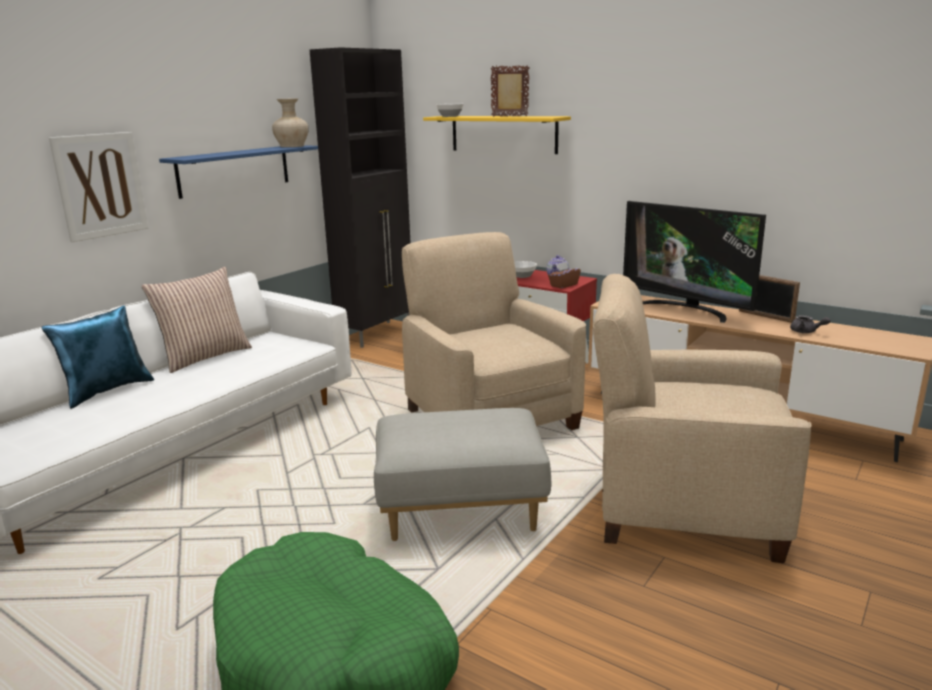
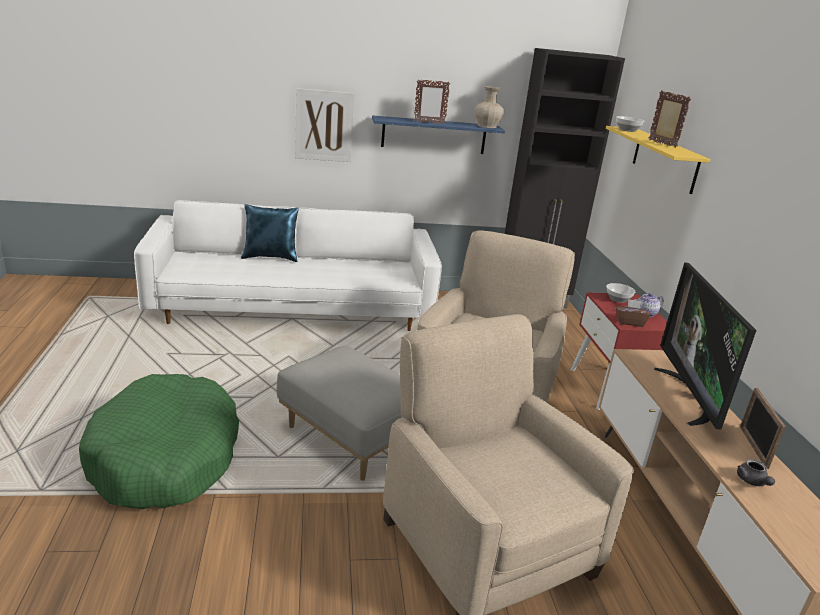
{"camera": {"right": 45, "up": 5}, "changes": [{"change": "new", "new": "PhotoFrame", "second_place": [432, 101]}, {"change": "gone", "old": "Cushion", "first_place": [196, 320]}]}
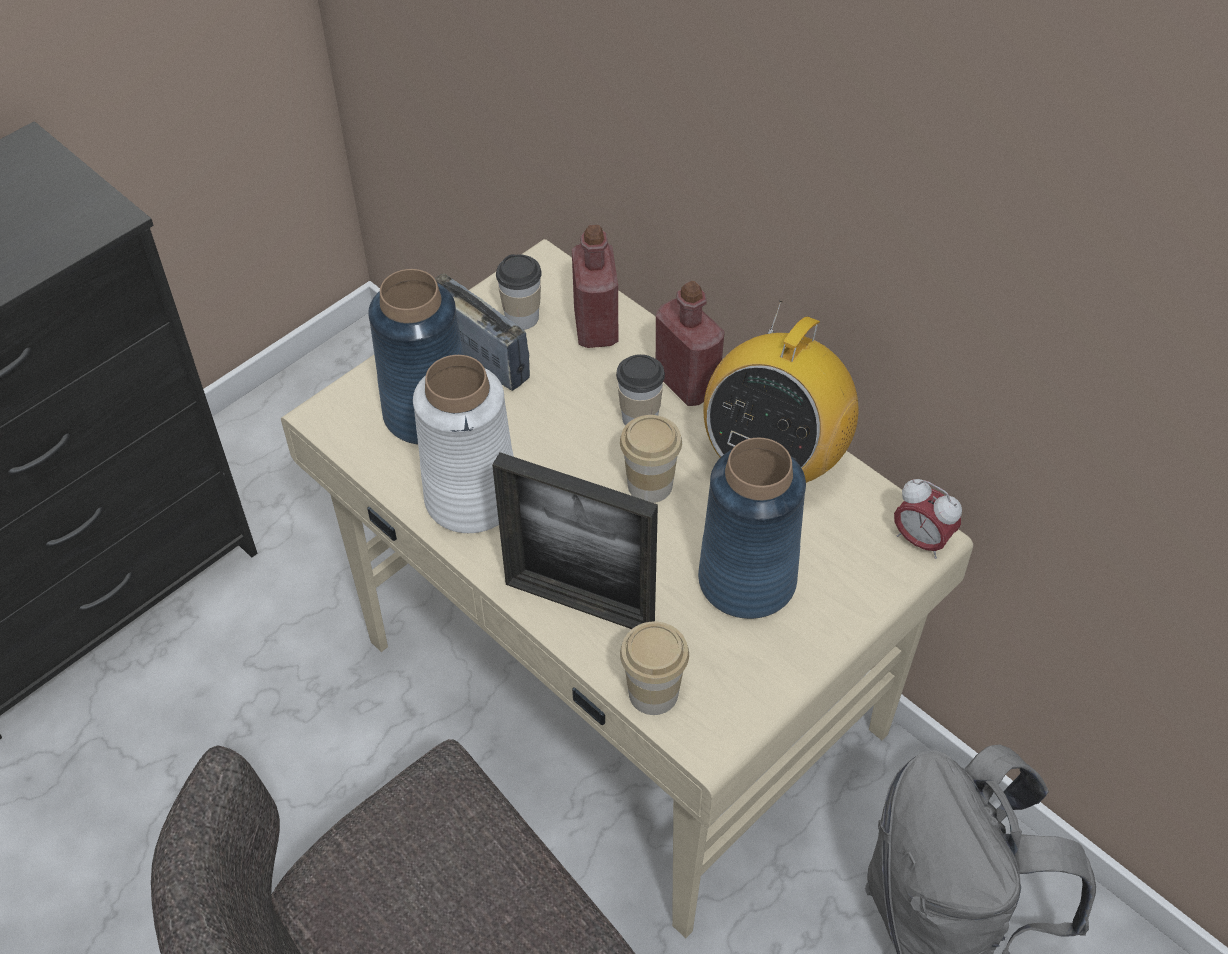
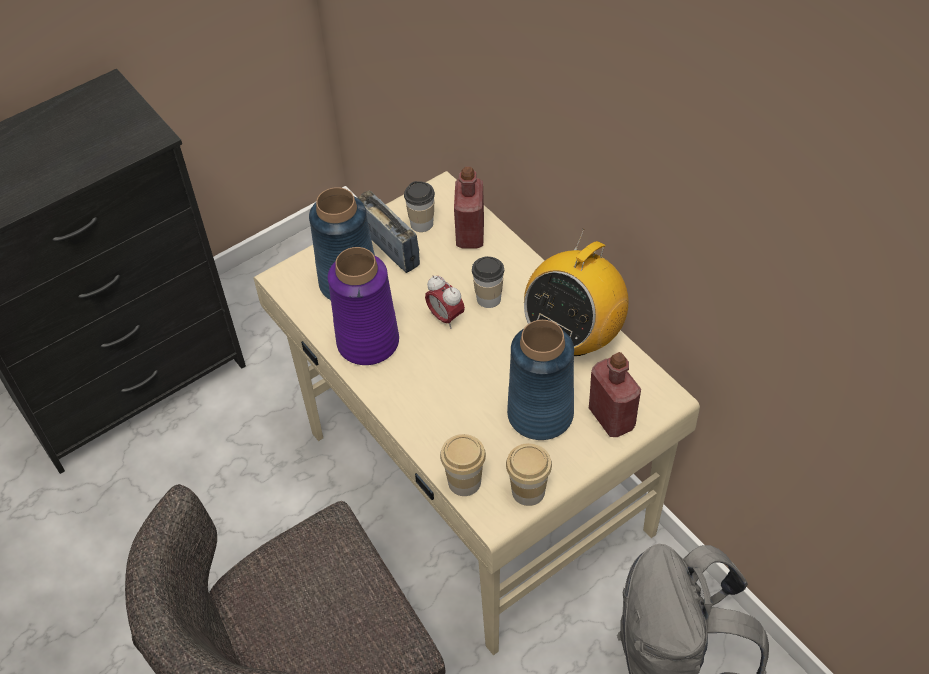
{"camera": {"right": 10, "up": 0}, "changes": [{"change": "repainted", "old": "WhiteColouredDecorativeVase", "new": "PurpleDecorativeVase", "first_place": [463, 444], "second_place": [363, 306]}, {"change": "shifted", "old": "AlarmClock", "first_place": [928, 519], "second_place": [445, 302]}, {"change": "shifted", "old": "DrinkingCup", "first_place": [651, 459], "second_place": [529, 474]}, {"change": "shifted", "old": "ReddishBottle", "first_place": [690, 343], "second_place": [615, 394]}, {"change": "gone", "old": "PhotoFrame", "first_place": [575, 540]}]}
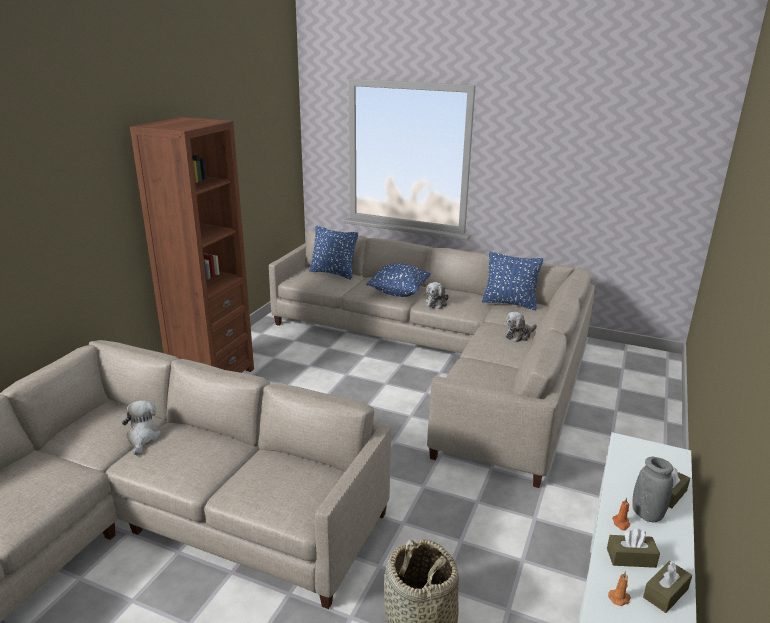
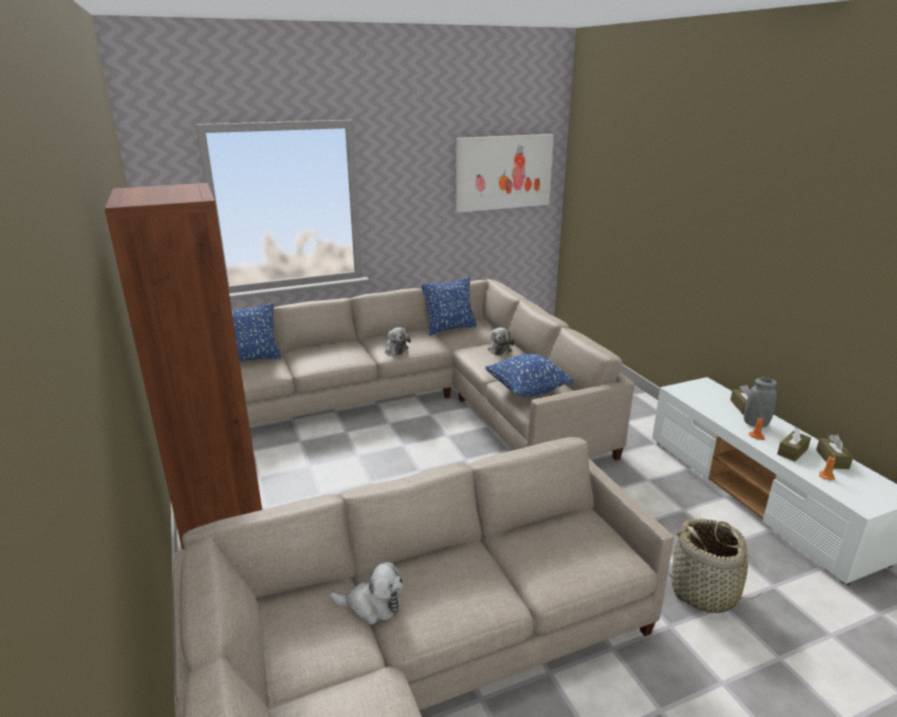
{"camera": {"right": -45, "up": 0}, "changes": [{"change": "rotated", "old": "CuddlyToy", "first_place": [142, 428], "second_place": [366, 593], "degrees": 150}, {"change": "new", "new": "Picture", "second_place": [505, 173]}, {"change": "shifted", "old": "BlueCushion", "first_place": [398, 280], "second_place": [529, 375]}]}
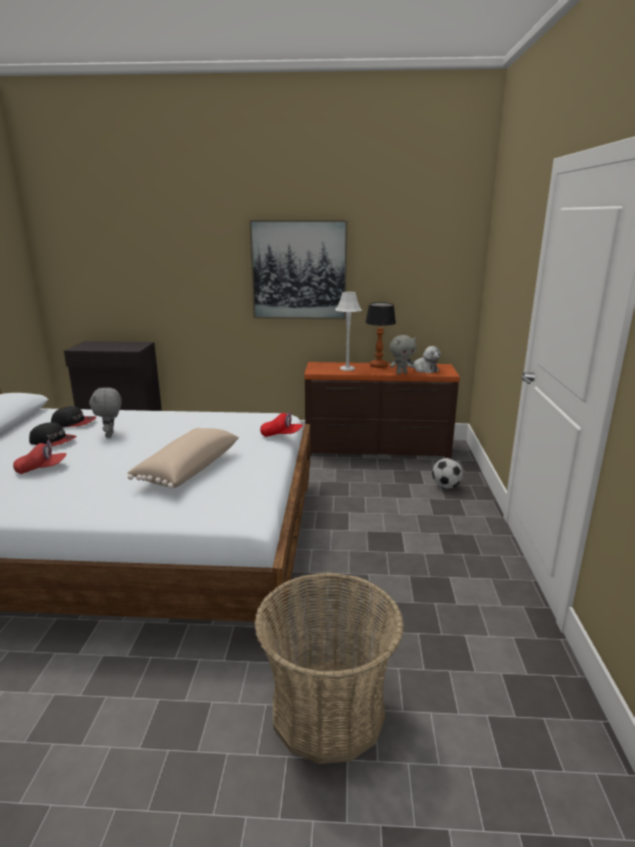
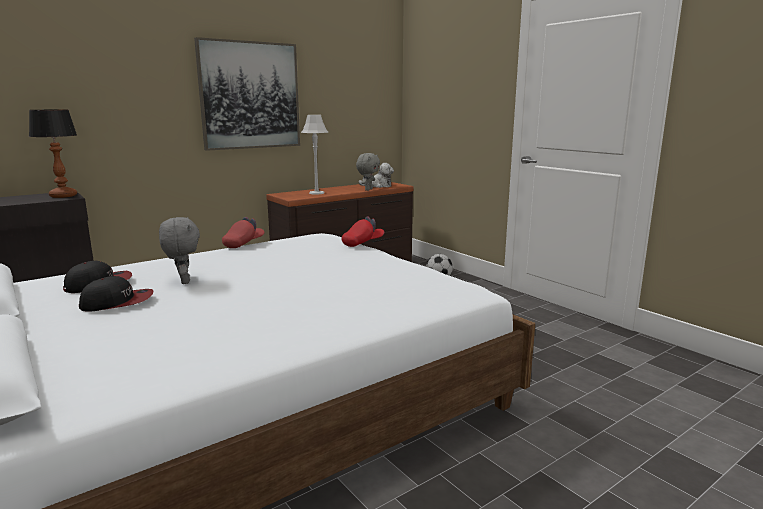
{"camera": {"right": -40, "up": -5}, "changes": [{"change": "shifted", "old": "TableLamp", "first_place": [380, 335], "second_place": [53, 154]}, {"change": "rotated", "old": "GrayCuddlyToy", "first_place": [105, 413], "second_place": [179, 250], "degrees": -150}, {"change": "shifted", "old": "ReddishPeakedCap", "first_place": [39, 457], "second_place": [243, 232]}, {"change": "gone", "old": "BeigeColouredCushion", "first_place": [183, 458]}, {"change": "gone", "old": "StorageBasket", "first_place": [329, 668]}]}
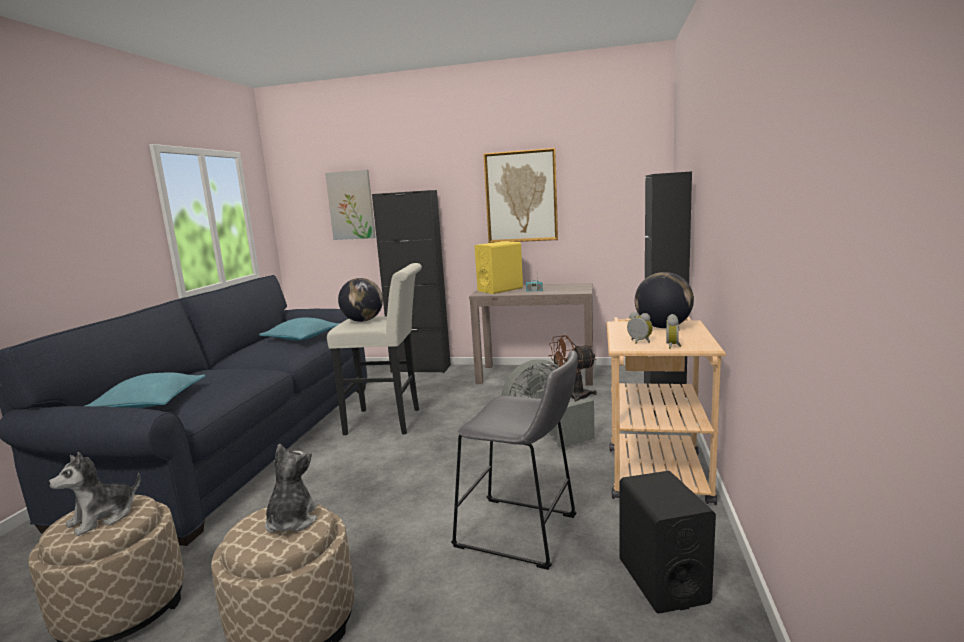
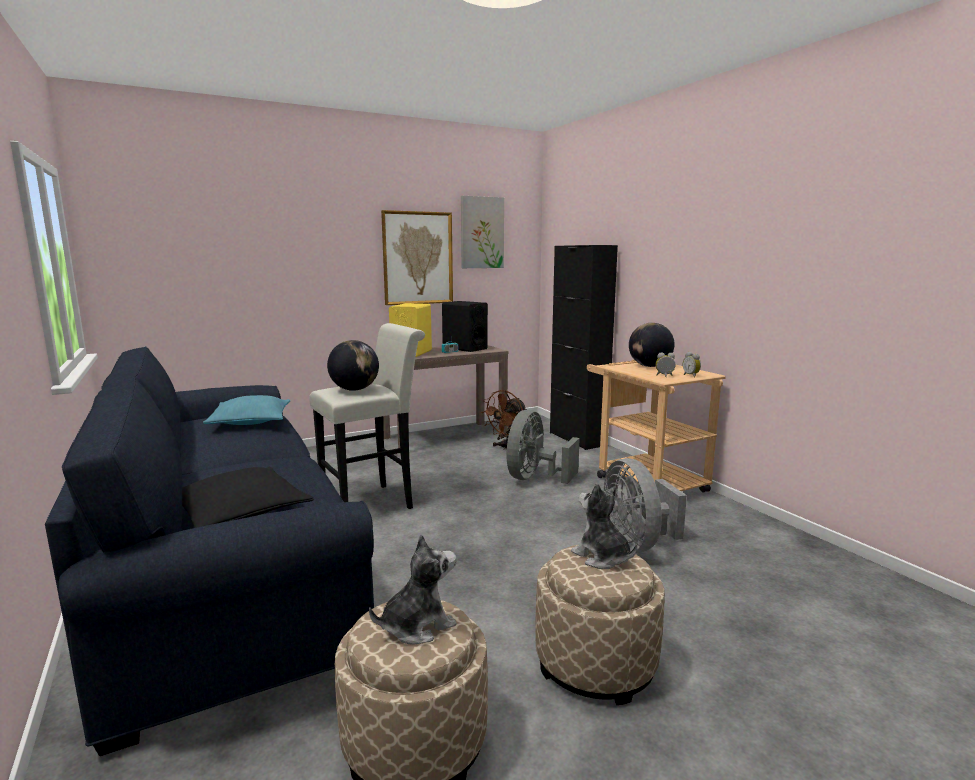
{"camera": {"right": -40, "up": 0}, "changes": [{"change": "repainted", "old": "BlueGreenCushion", "new": "BlackColouredCushion", "first_place": [145, 390], "second_place": [248, 497]}, {"change": "rotated", "old": "CuddlyToy", "first_place": [94, 494], "second_place": [413, 589], "degrees": -120}, {"change": "shifted", "old": "BlackColouredSpeaker", "first_place": [668, 542], "second_place": [465, 326]}, {"change": "shifted", "old": "Picture", "first_place": [350, 205], "second_place": [482, 232]}, {"change": "swapped", "old": "GraySittingStool", "new": "GrayFan", "first_place": [514, 460], "second_place": [645, 505]}, {"change": "gone", "old": "BlackColouredCupboard", "first_place": [411, 281]}]}
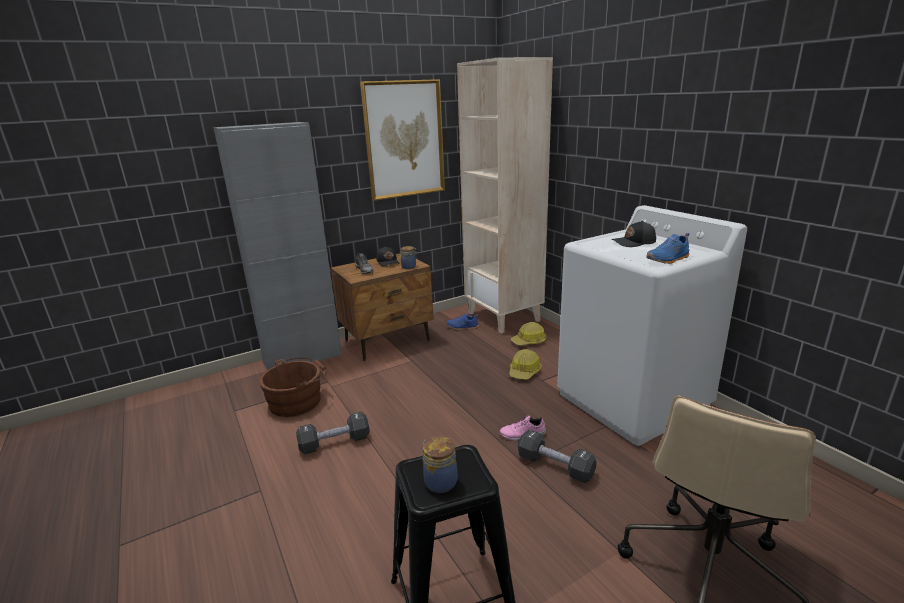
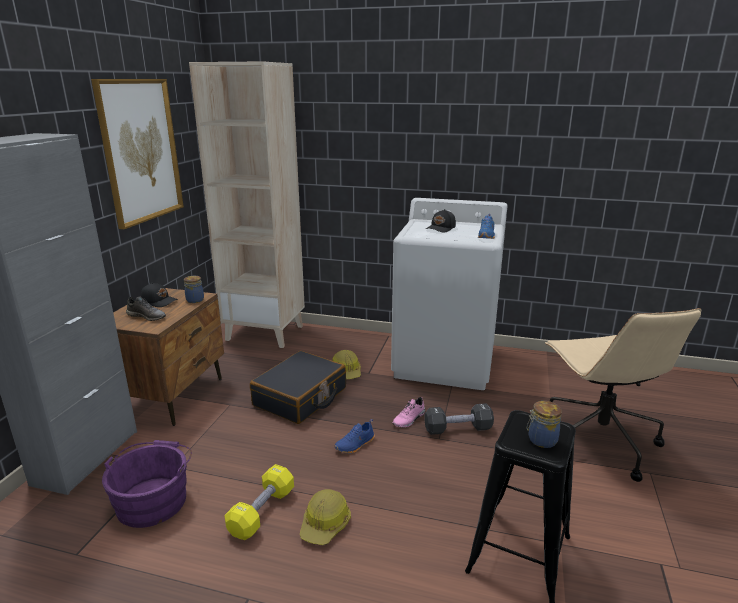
{"camera": {"right": -45, "up": 0}, "changes": [{"change": "repainted", "old": "BrownishWaterBucket", "new": "PurpleWaterBucket", "first_place": [292, 387], "second_place": [147, 484]}, {"change": "repainted", "old": "BlackColouredDumbbell", "new": "YellowishDumbbell", "first_place": [333, 433], "second_place": [259, 502]}, {"change": "new", "new": "BlackColouredTravelCase", "second_place": [298, 387]}, {"change": "shifted", "old": "HardHat", "first_place": [528, 334], "second_place": [325, 517]}, {"change": "shifted", "old": "BlueItemOfFootwear", "first_place": [463, 321], "second_place": [354, 436]}]}
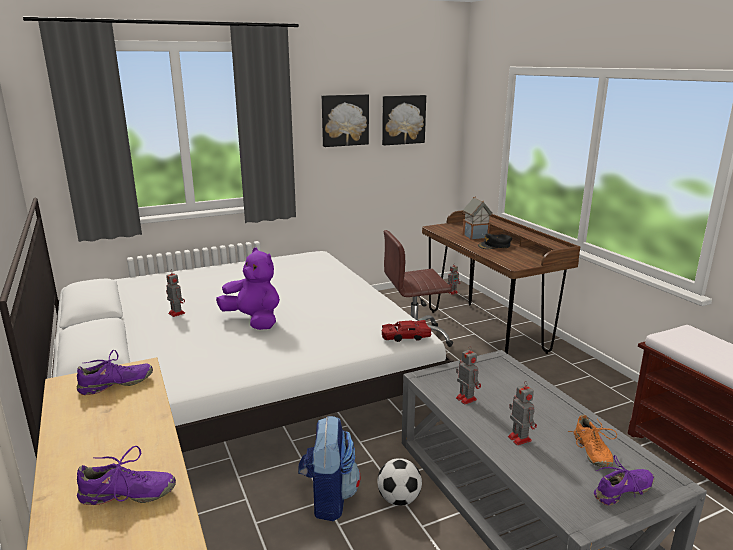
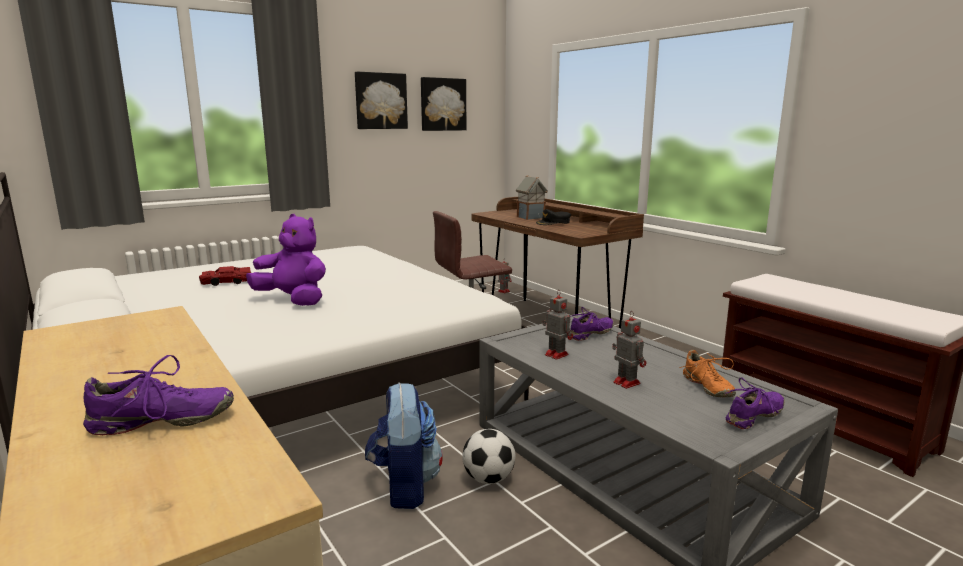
{"camera": {"right": -10, "up": -5}, "changes": [{"change": "shifted", "old": "ReddishMiniatureCar", "first_place": [407, 331], "second_place": [225, 276]}, {"change": "shifted", "old": "PurpleItemOfFootwear", "first_place": [115, 372], "second_place": [592, 324]}, {"change": "gone", "old": "ToyRobot", "first_place": [175, 295]}]}
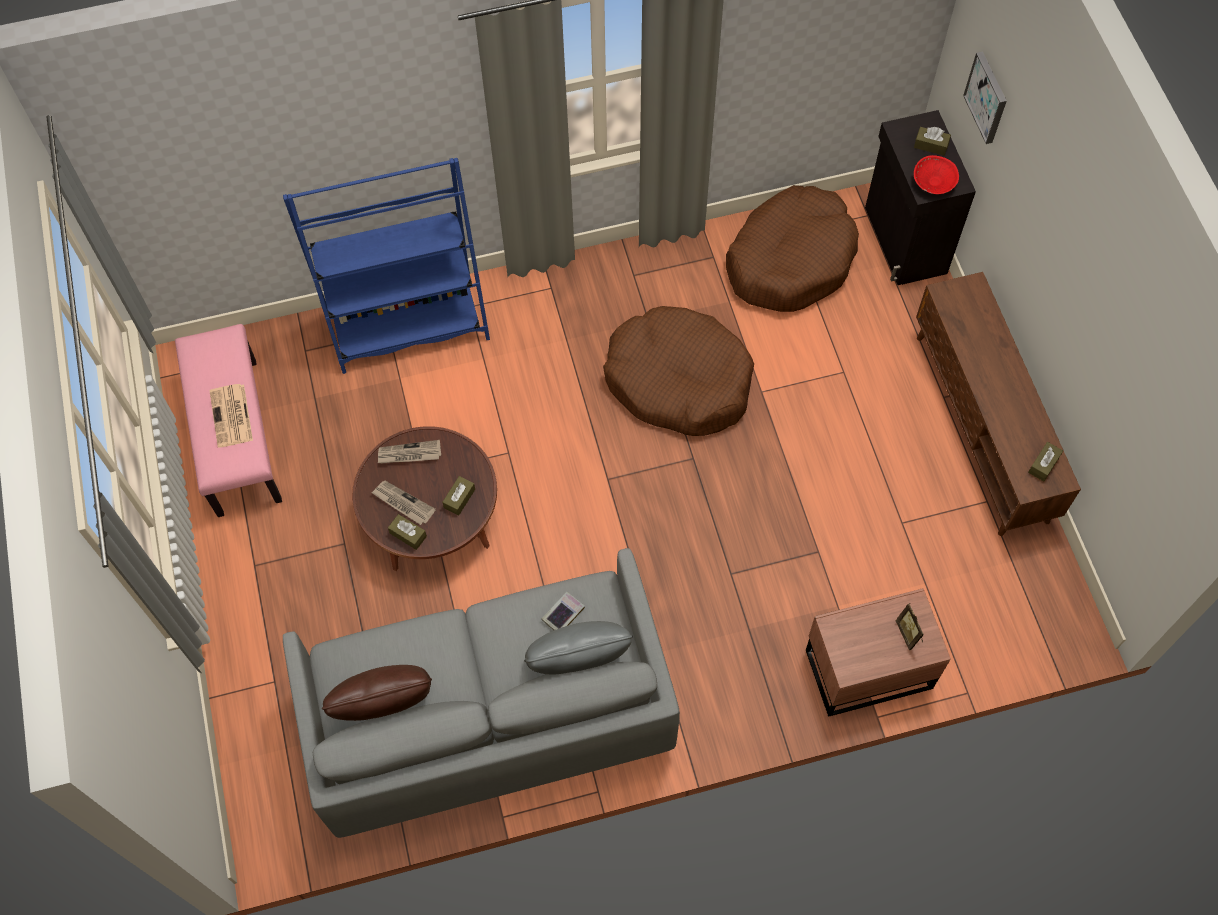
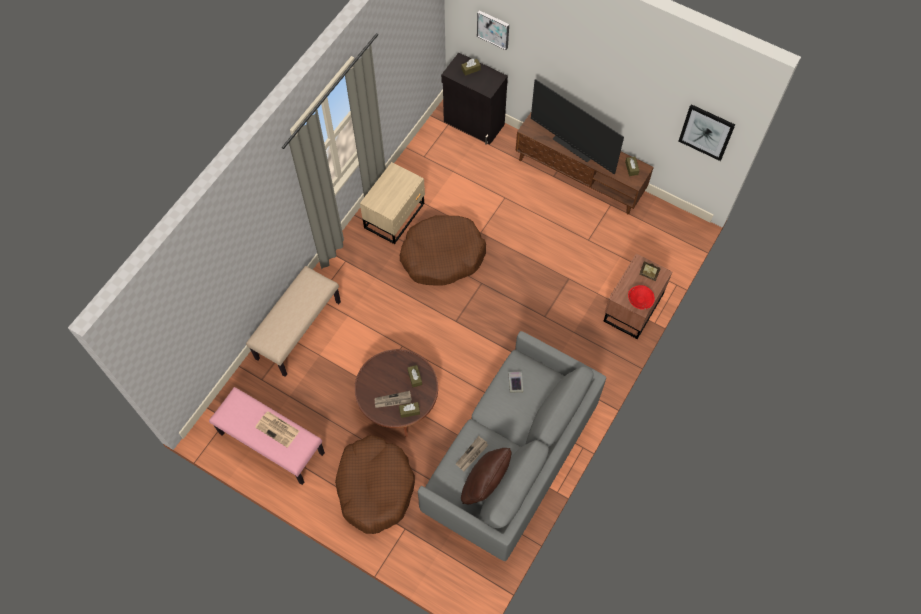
{"camera": {"right": -45, "up": 0}, "changes": [{"change": "swapped", "old": "BlueBookcase", "new": "BeigeColouredLongSeat", "first_place": [386, 266], "second_place": [293, 321]}, {"change": "shifted", "old": "BrownishPetBed", "first_place": [792, 248], "second_place": [375, 485]}, {"change": "new", "new": "BeigeColouredNightTable", "second_place": [392, 203]}, {"change": "shifted", "old": "PrintedPaper", "first_place": [409, 452], "second_place": [472, 453]}, {"change": "new", "new": "TvSet", "second_place": [577, 126]}, {"change": "shifted", "old": "ReddishDeepDish", "first_place": [936, 174], "second_place": [641, 297]}, {"change": "new", "new": "Picture", "second_place": [707, 132]}, {"change": "gone", "old": "GrayCushion", "first_place": [578, 648]}]}
